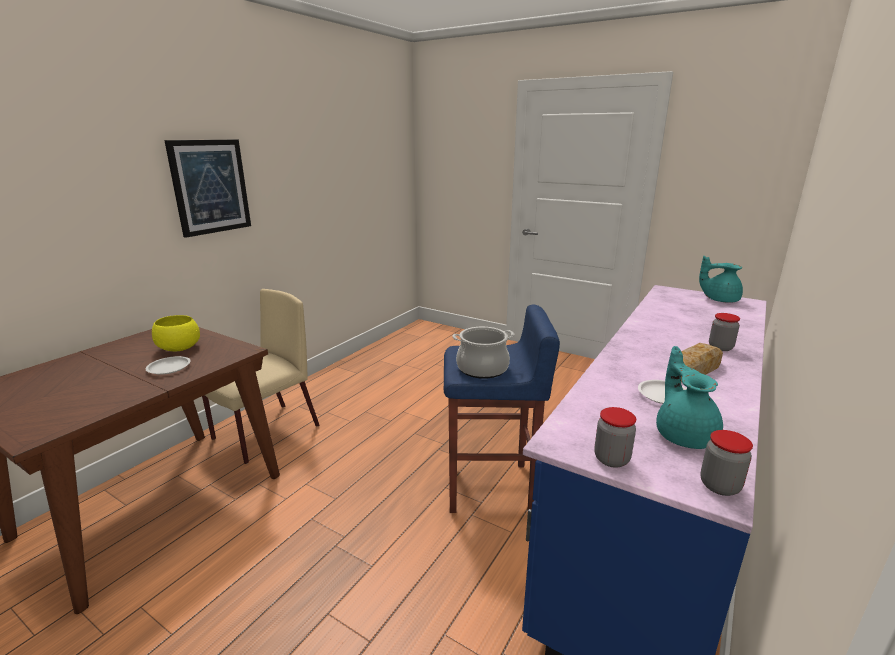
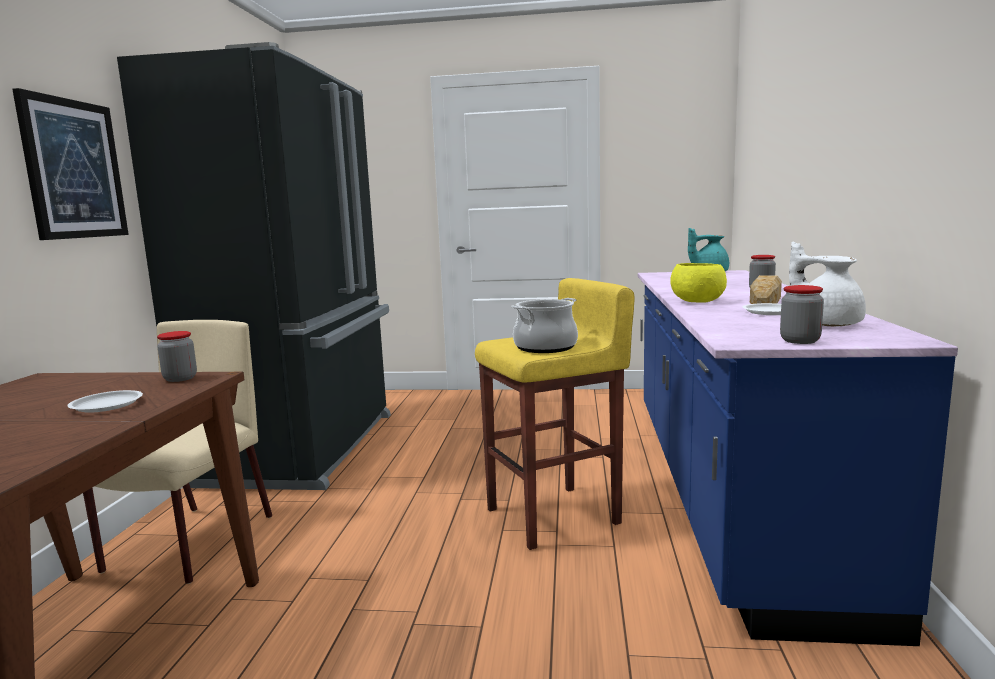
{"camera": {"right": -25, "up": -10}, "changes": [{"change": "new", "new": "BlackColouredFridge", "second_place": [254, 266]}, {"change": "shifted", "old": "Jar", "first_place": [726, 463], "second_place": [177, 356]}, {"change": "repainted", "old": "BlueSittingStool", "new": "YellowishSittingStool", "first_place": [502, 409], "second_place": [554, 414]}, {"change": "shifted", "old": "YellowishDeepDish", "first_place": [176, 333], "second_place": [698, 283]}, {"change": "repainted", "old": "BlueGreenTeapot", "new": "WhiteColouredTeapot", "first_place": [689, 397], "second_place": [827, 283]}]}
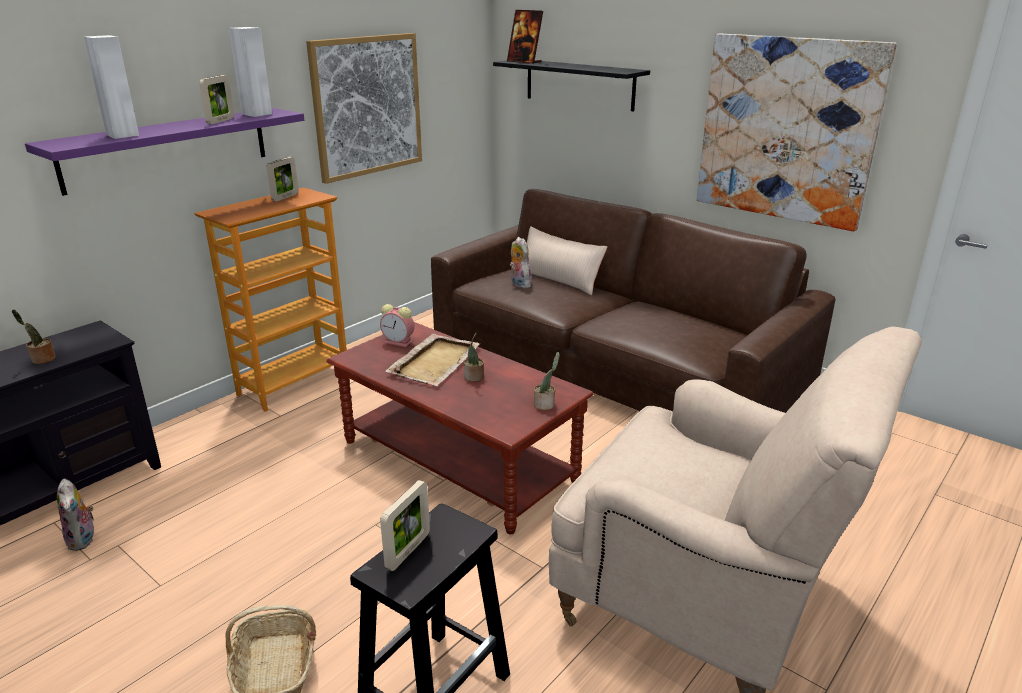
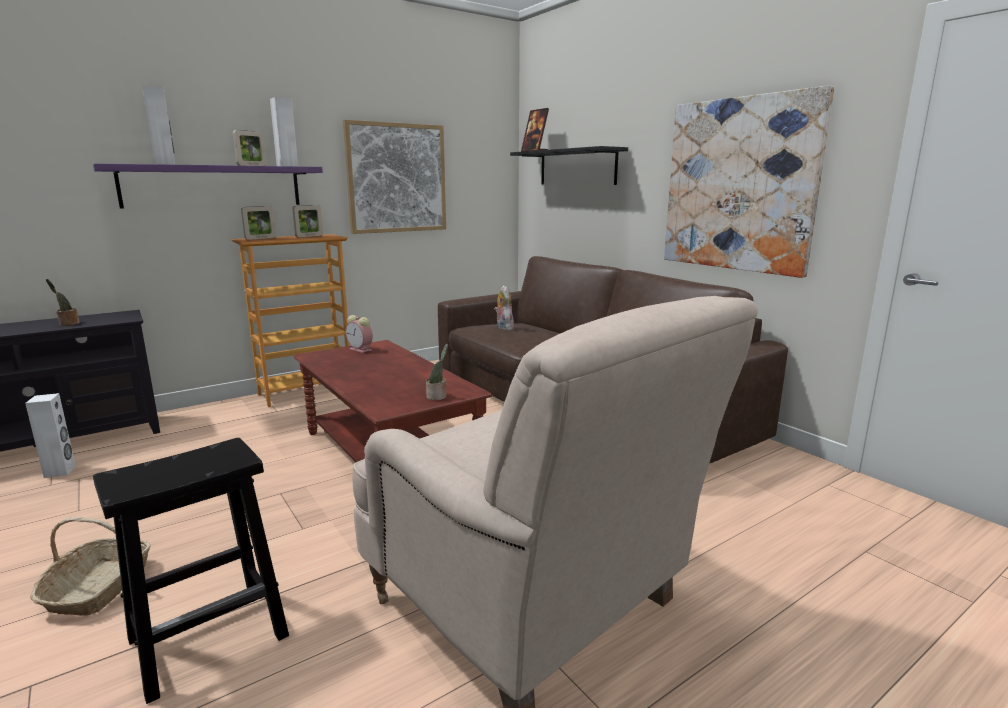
{"camera": {"right": 15, "up": -10}, "changes": [{"change": "swapped", "old": "CuddlyToy", "new": "WhiteColouredSpeaker", "first_place": [75, 514], "second_place": [50, 435]}, {"change": "shifted", "old": "PhotoFrame", "first_place": [405, 525], "second_place": [258, 223]}, {"change": "gone", "old": "BeigeColouredCarryingTray", "first_place": [432, 359]}, {"change": "gone", "old": "Houseplant", "first_place": [474, 357]}, {"change": "gone", "old": "BeigeColouredCushion", "first_place": [567, 260]}]}
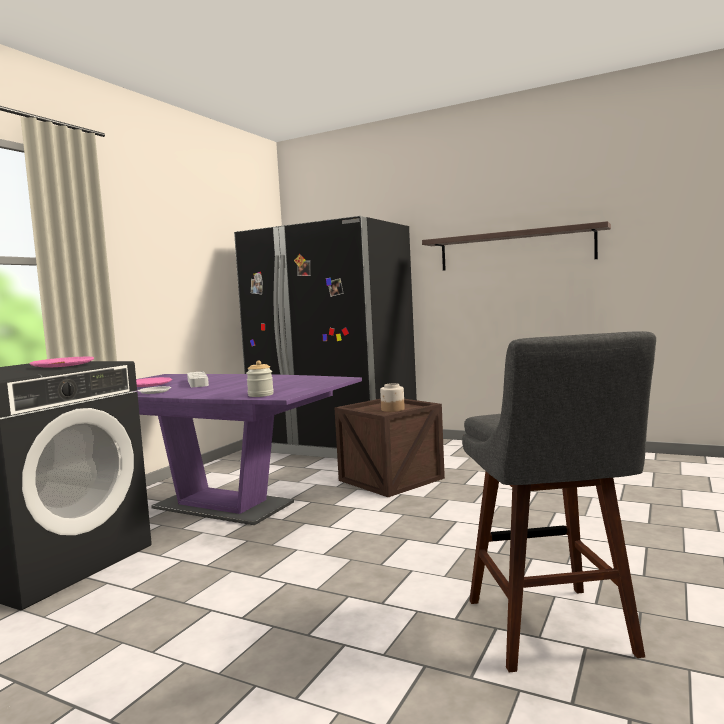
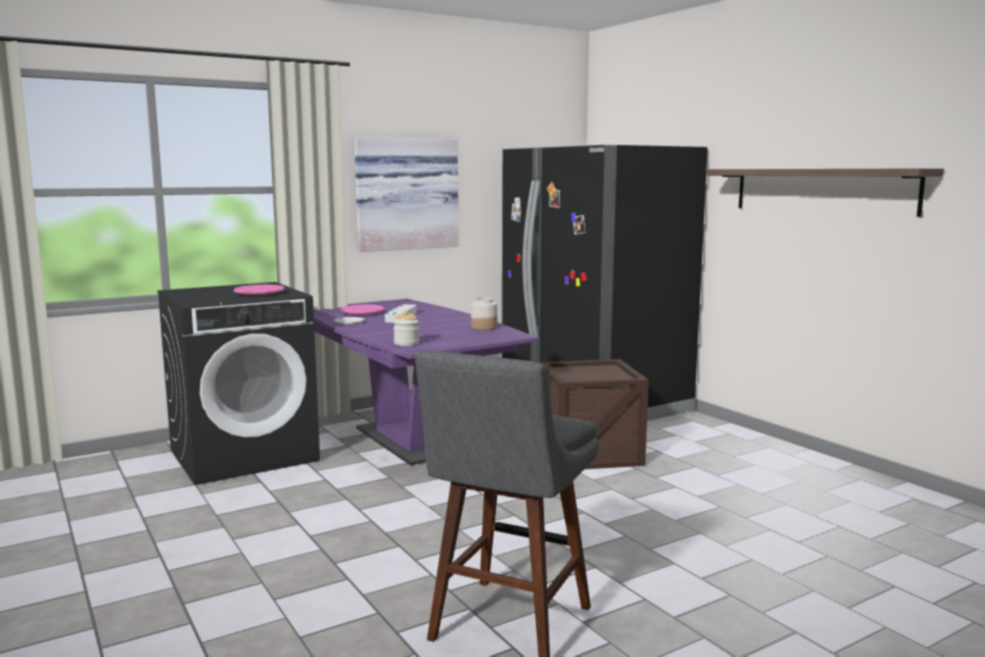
{"camera": {"right": 30, "up": 5}, "changes": [{"change": "new", "new": "Picture", "second_place": [406, 194]}, {"change": "shifted", "old": "Jar", "first_place": [392, 397], "second_place": [484, 313]}]}
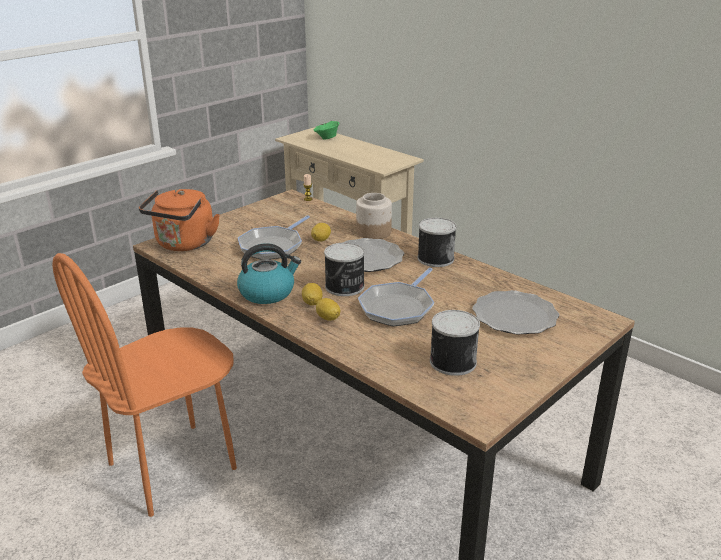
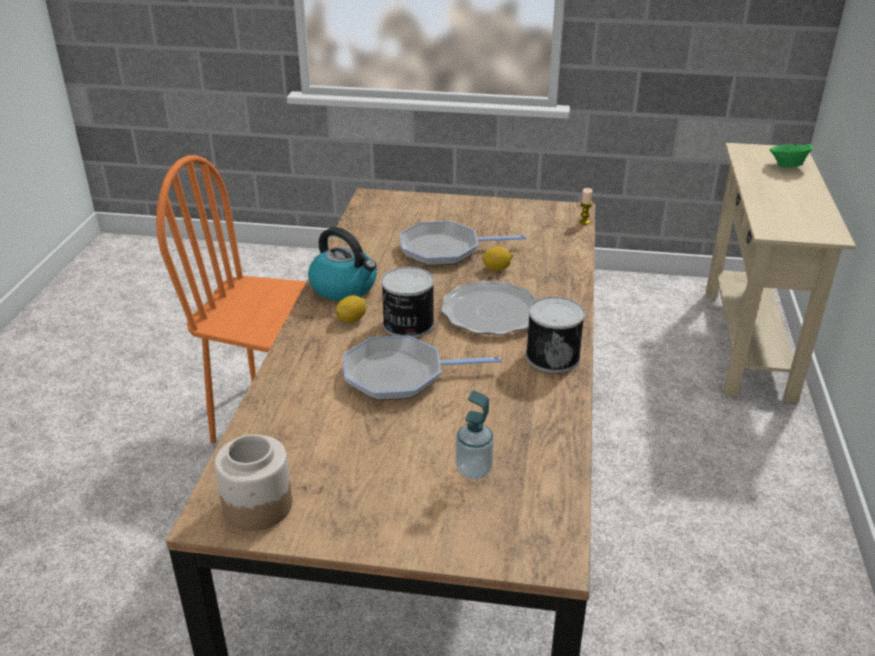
{"camera": {"right": 55, "up": 5}, "changes": [{"change": "shifted", "old": "Jar", "first_place": [374, 216], "second_place": [253, 482]}, {"change": "swapped", "old": "FlatDish", "new": "SoapDispenser", "first_place": [515, 312], "second_place": [474, 434]}, {"change": "gone", "old": "OrangeTeaKettle", "first_place": [179, 220]}, {"change": "gone", "old": "Lemon", "first_place": [328, 309]}, {"change": "gone", "old": "MetalCan", "first_place": [455, 343]}]}
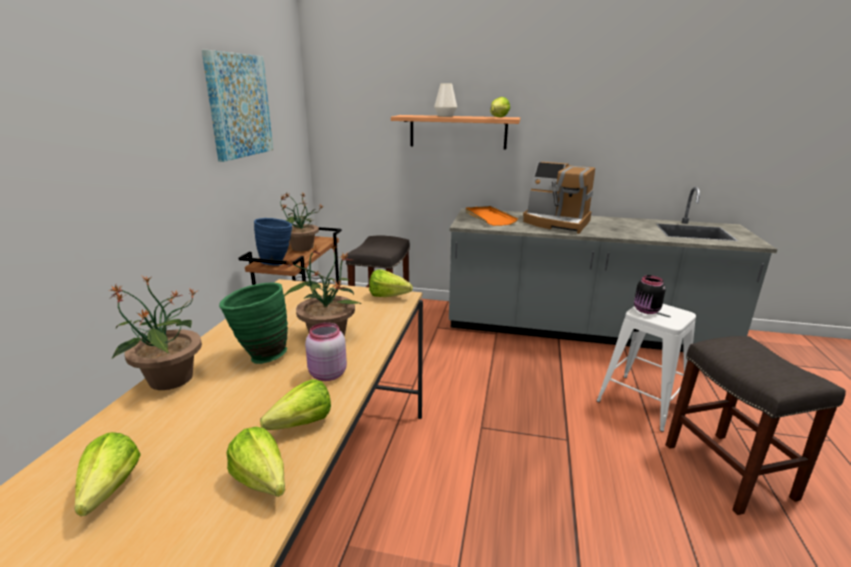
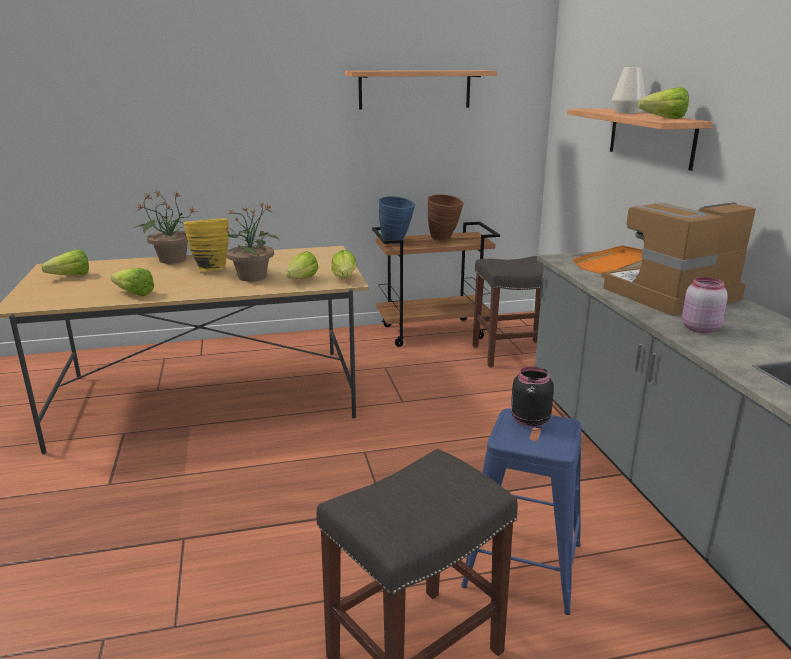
{"camera": {"right": 65, "up": 0}, "changes": [{"change": "repainted", "old": "GreenishDecorativeVase", "new": "YellowishDecorativeVase", "first_place": [253, 323], "second_place": [206, 244]}, {"change": "shifted", "old": "HeadOfLettuce", "first_place": [255, 462], "second_place": [302, 265]}, {"change": "swapped", "old": "Picture", "new": "BracketShelf", "first_place": [237, 106], "second_place": [421, 89]}, {"change": "swapped", "old": "Houseplant", "new": "BrownishDecorativeVase", "first_place": [301, 221], "second_place": [446, 218]}, {"change": "repainted", "old": "WhiteColouredSittingStool", "new": "BlueSittingStool", "first_place": [646, 368], "second_place": [521, 511]}, {"change": "rotated", "old": "CoffeeMachine", "first_place": [559, 198], "second_place": [678, 259], "degrees": 60}, {"change": "shifted", "old": "PinkishJar", "first_place": [326, 351], "second_place": [705, 305]}]}
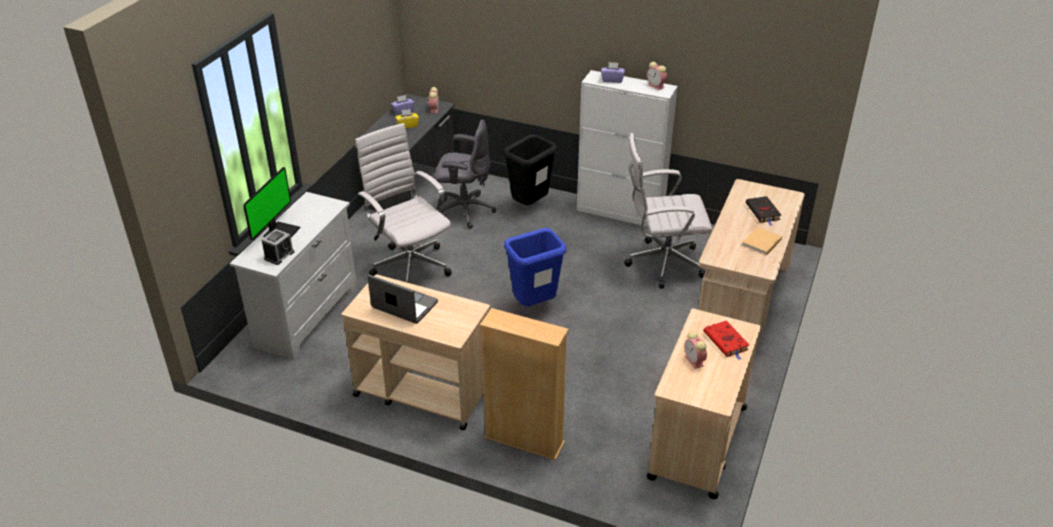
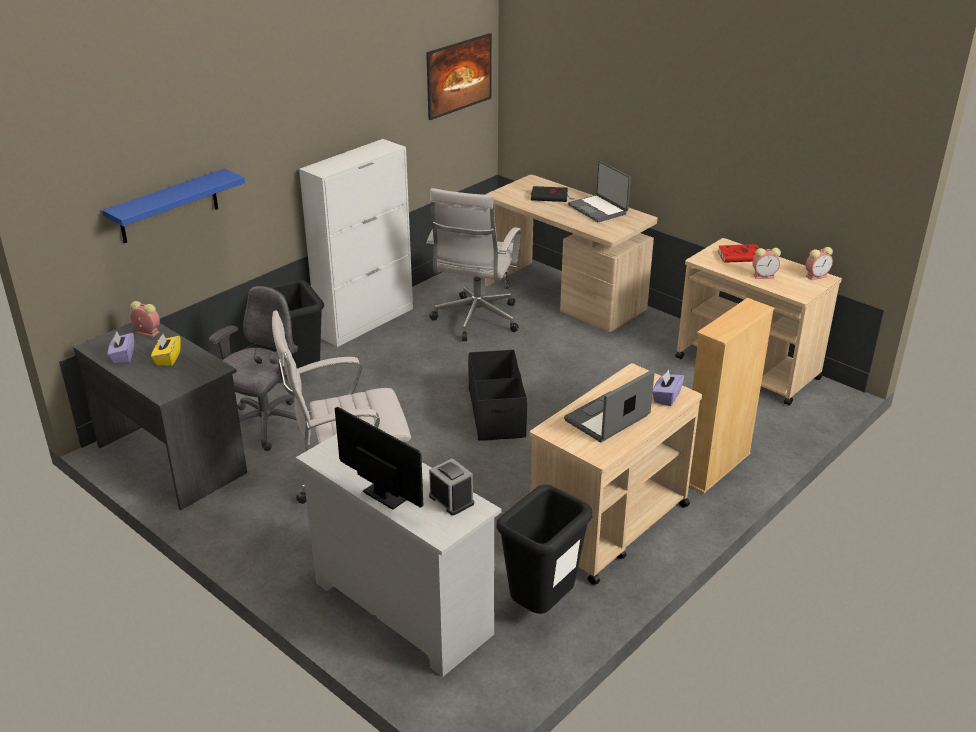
{"camera": {"right": -70, "up": -5}, "changes": [{"change": "new", "new": "BlueBracketShelf", "second_place": [173, 206]}, {"change": "new", "new": "Picture", "second_place": [459, 76]}, {"change": "swapped", "old": "BlueRubbishBin", "new": "BlackColouredStorageContainer", "first_place": [535, 267], "second_place": [497, 395]}, {"change": "new", "new": "BlackColouredRubbishBin", "second_place": [544, 549]}, {"change": "swapped", "old": "BeigeColouredVolume", "new": "PortableComputer", "first_place": [762, 241], "second_place": [599, 191]}, {"change": "shifted", "old": "PurpleTissueHolder", "first_place": [613, 72], "second_place": [668, 387]}, {"change": "shifted", "old": "AlarmClock", "first_place": [657, 76], "second_place": [819, 263]}]}
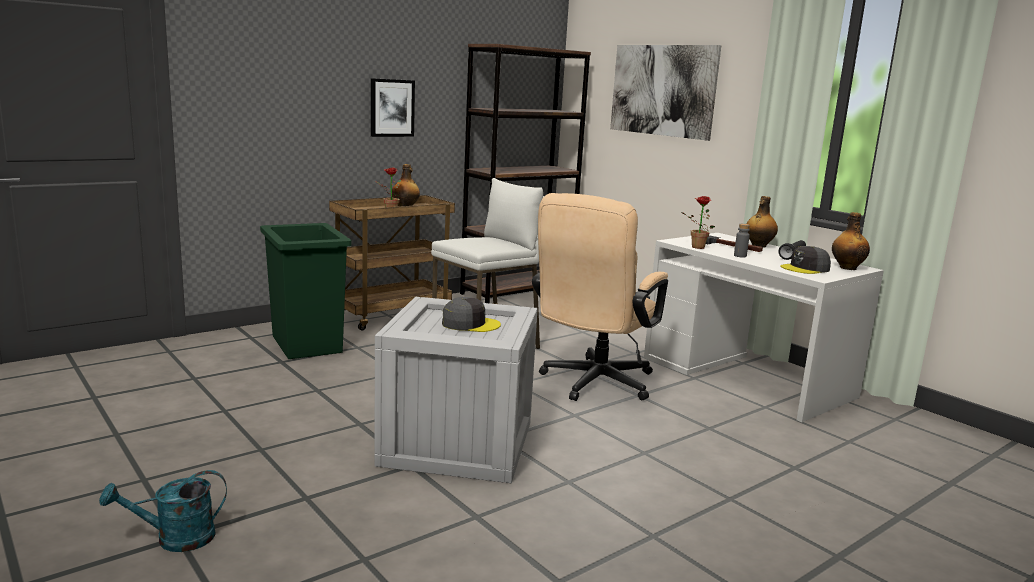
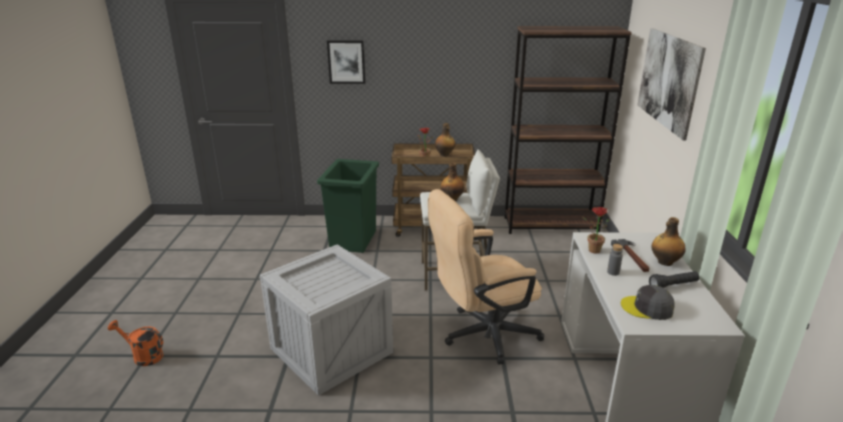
{"camera": {"right": 40, "up": 10}, "changes": [{"change": "repainted", "old": "BlueGreenWateringPot", "new": "OrangeWateringPot", "first_place": [163, 511], "second_place": [135, 343]}, {"change": "shifted", "old": "Picture", "first_place": [393, 107], "second_place": [346, 62]}, {"change": "shifted", "old": "Bottle", "first_place": [851, 241], "second_place": [452, 182]}, {"change": "gone", "old": "GrayPeakedCap", "first_place": [471, 314]}]}
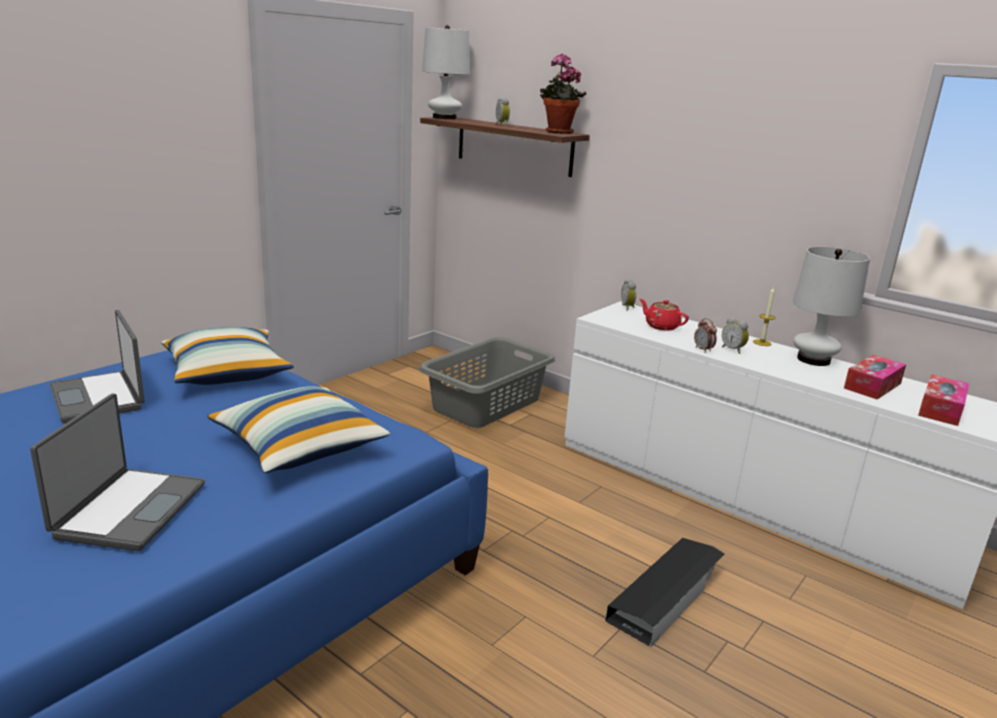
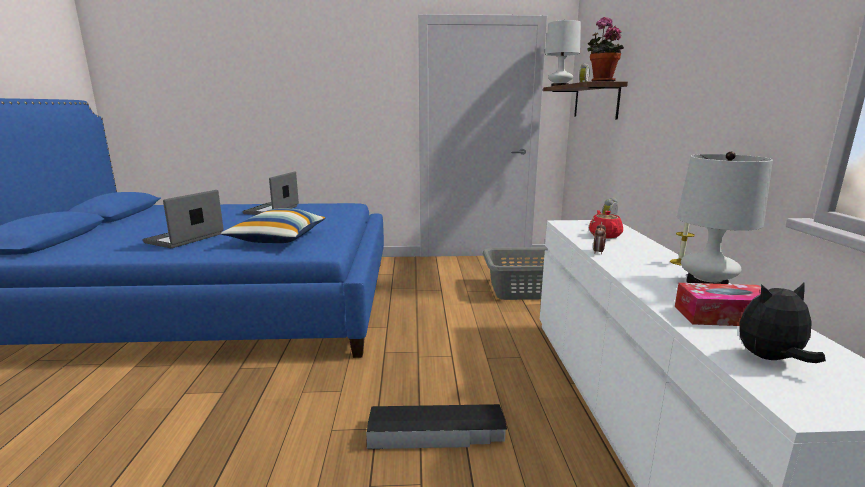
{"camera": {"right": 50, "up": -5}, "changes": [{"change": "rotated", "old": "PortableComputer", "first_place": [117, 472], "second_place": [183, 219], "degrees": 150}, {"change": "swapped", "old": "TissueHolder", "new": "CuddlyToy", "first_place": [944, 400], "second_place": [782, 322]}, {"change": "gone", "old": "Cushion", "first_place": [227, 356]}, {"change": "gone", "old": "AlarmClock", "first_place": [735, 335]}]}
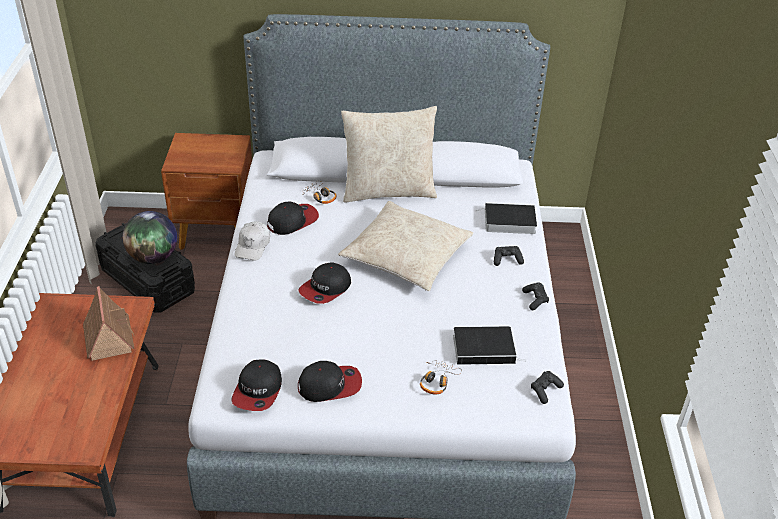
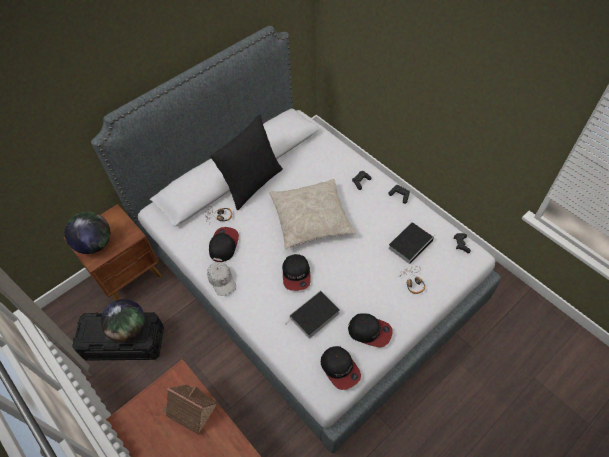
{"camera": {"right": -40, "up": 15}, "changes": [{"change": "new", "new": "Globe", "second_place": [87, 233]}, {"change": "repainted", "old": "BeigeColouredCushion", "new": "BlackColouredCushion", "first_place": [389, 154], "second_place": [246, 162]}, {"change": "shifted", "old": "Volume", "first_place": [506, 218], "second_place": [313, 315]}, {"change": "rotated", "old": "PeakedCap", "first_place": [330, 381], "second_place": [370, 330], "degrees": 75}]}
